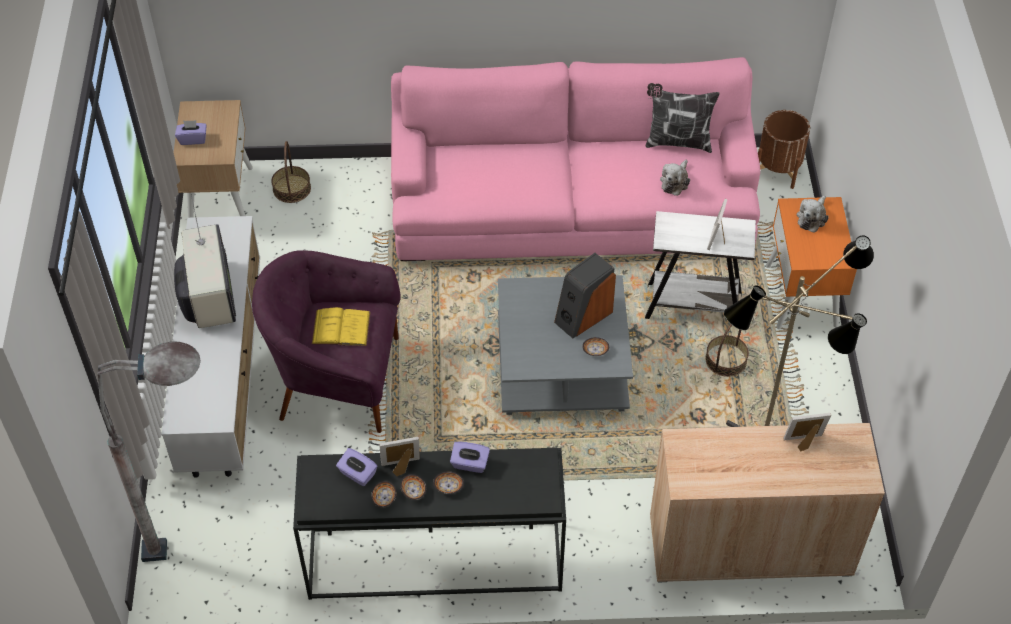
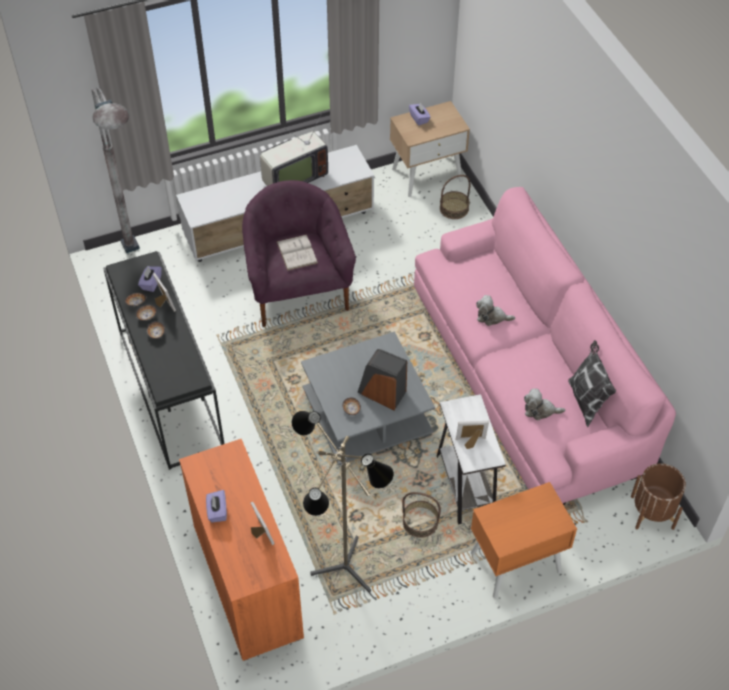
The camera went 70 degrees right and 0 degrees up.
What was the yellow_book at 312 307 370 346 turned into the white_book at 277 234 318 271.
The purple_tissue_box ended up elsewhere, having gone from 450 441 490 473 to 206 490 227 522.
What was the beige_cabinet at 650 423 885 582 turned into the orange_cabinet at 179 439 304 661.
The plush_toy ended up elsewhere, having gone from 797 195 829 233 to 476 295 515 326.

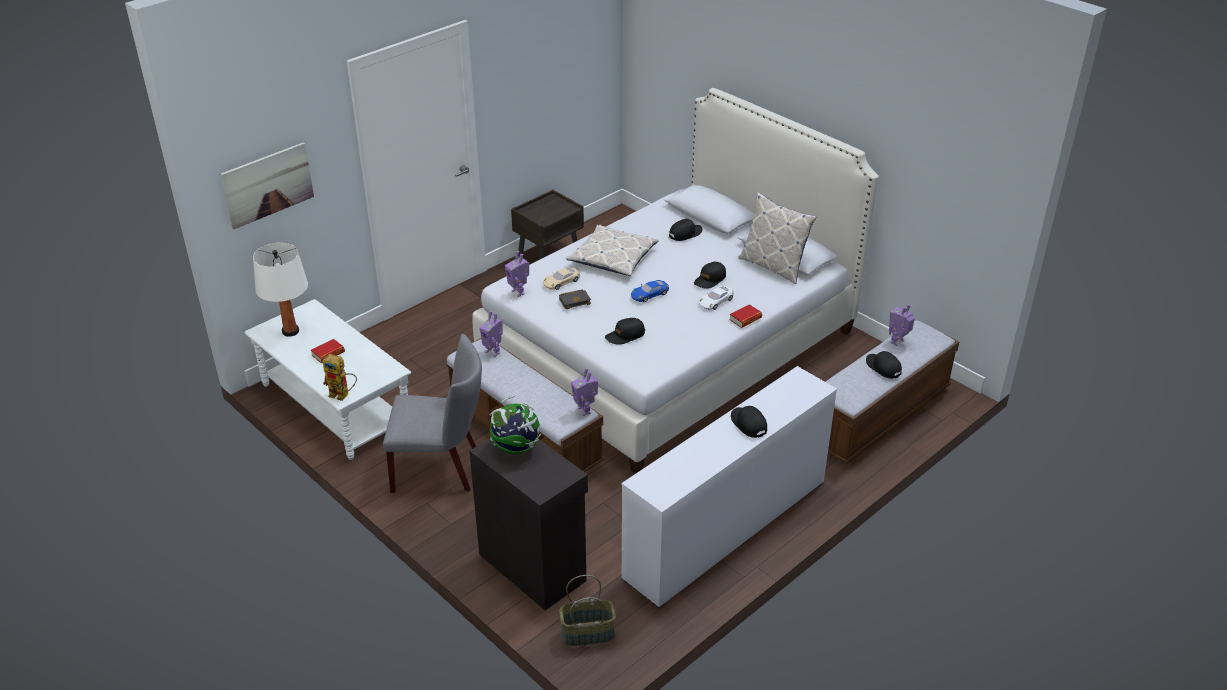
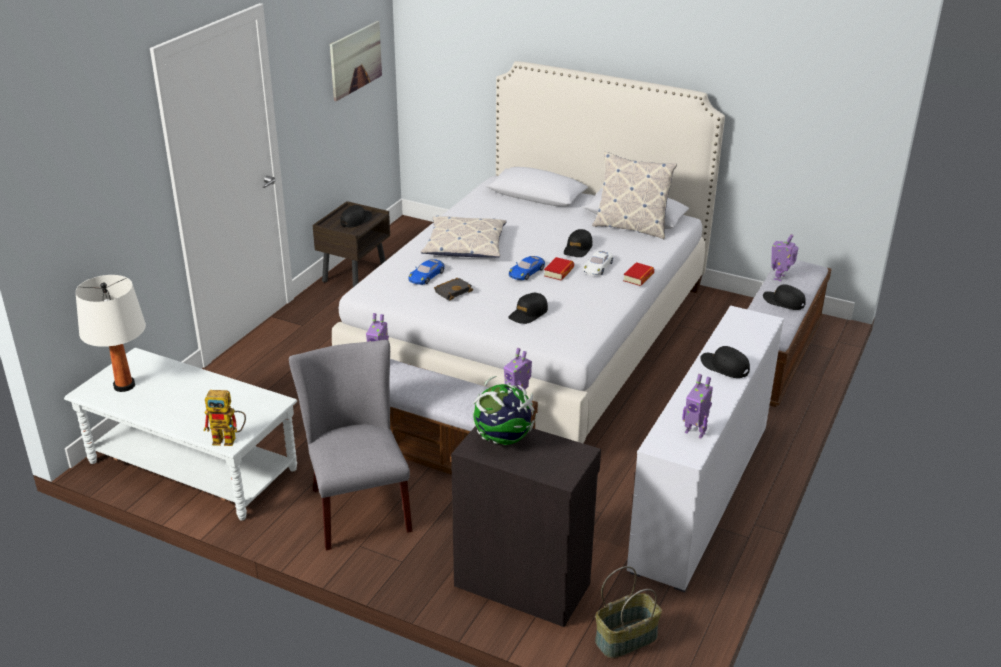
The camera went 20 degrees left and 5 degrees down.
The picture ended up elsewhere, having gone from 221 142 314 229 to 330 21 382 101.
The book ended up elsewhere, having gone from 311 339 345 364 to 544 257 574 280.
The grey_chair at 383 334 482 493 ended up facing another way, 90 degrees counterclockwise from before.
The toy_robot ended up elsewhere, having gone from 505 251 529 297 to 682 374 713 439.
What was the beige_toy_car at 543 267 580 290 turned into the blue_toy_car at 409 259 444 285.
The black_cap ended up elsewhere, having gone from 669 219 703 241 to 340 205 372 227.

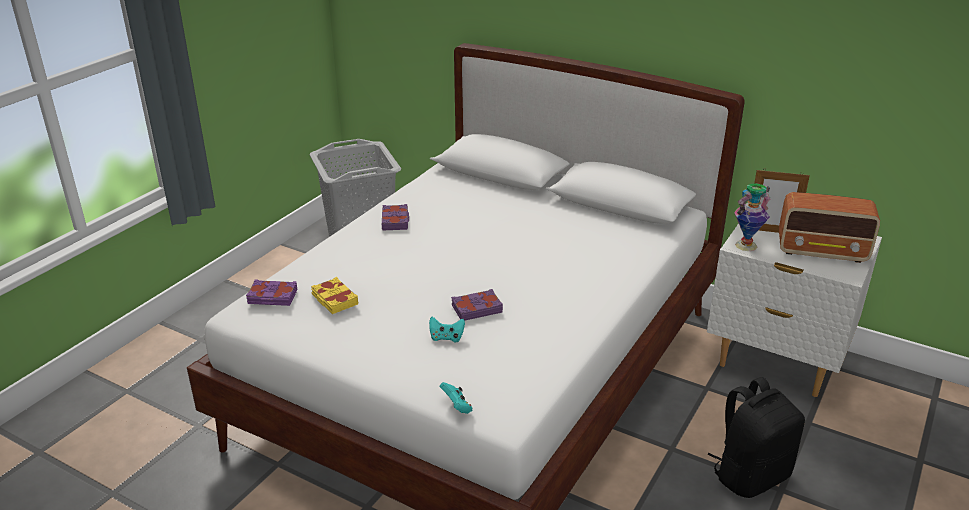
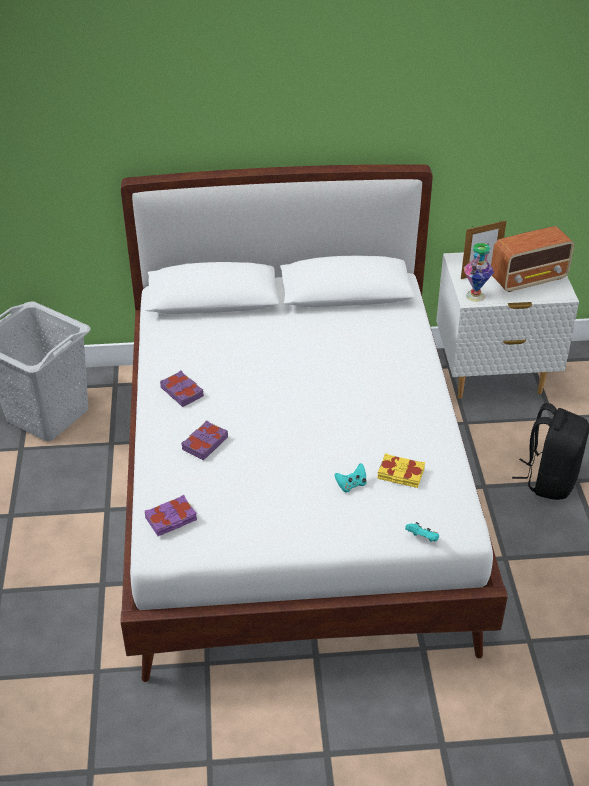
The camera went 35 degrees left and 10 degrees up.
The yellow_book ended up elsewhere, having gone from 311 277 358 314 to 377 453 425 488.
The purple_book ended up elsewhere, having gone from 452 289 503 320 to 181 420 228 461.

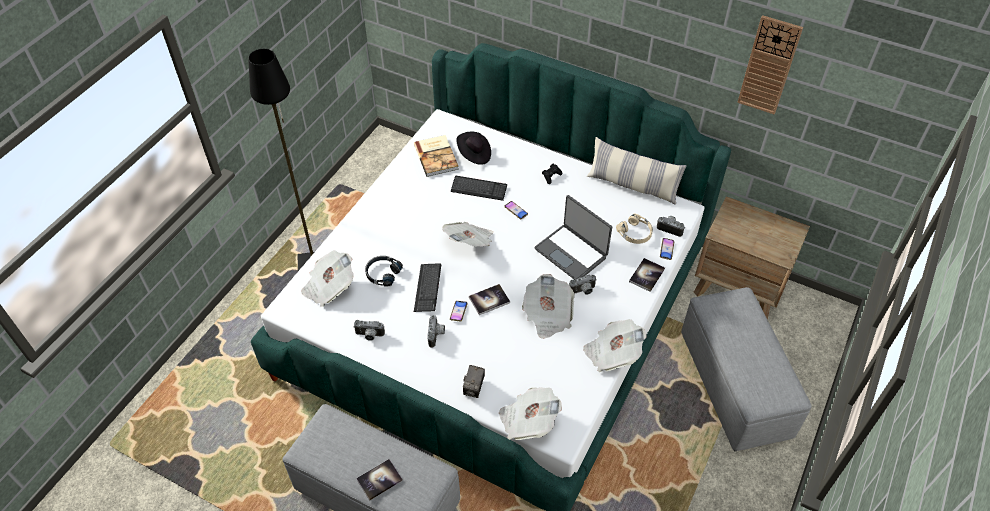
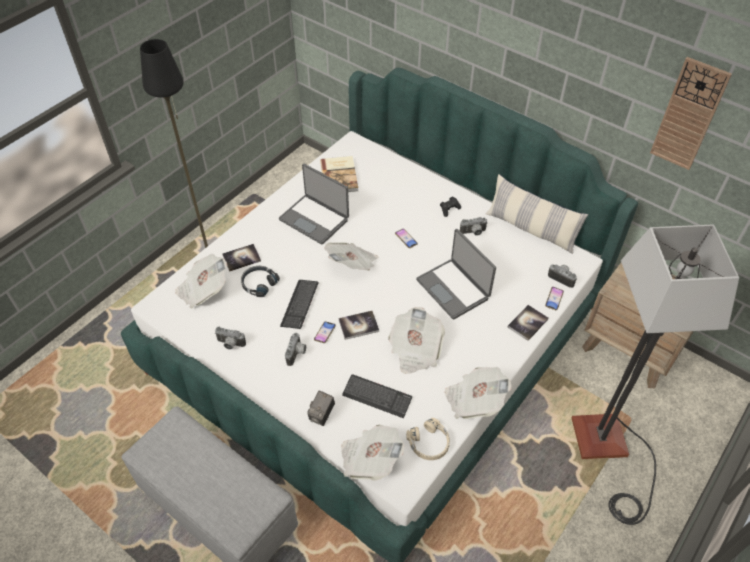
The camera went 10 degrees right and 0 degrees up.
The book ended up elsewhere, having gone from 356 459 403 501 to 222 244 261 272.
The keyboard ended up elsewhere, having gone from 451 176 507 201 to 342 374 412 418.
The second view lost the black_hat at 456 132 491 165.
The photo_camera ended up elsewhere, having gone from 569 275 597 295 to 460 217 487 236.
The beige_headphones ended up elsewhere, having gone from 616 214 653 244 to 406 418 450 460.
Where the grey_ottoman stood at 681 287 812 452, the floor_lamp came to stand at 572 224 739 525.
The second view gained the laptop at 279 164 349 244.

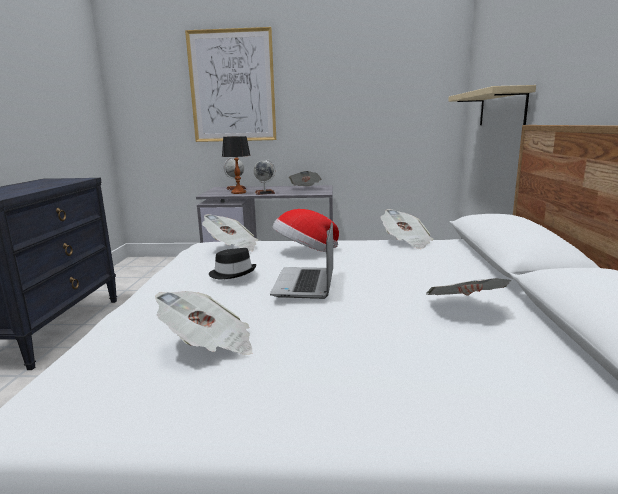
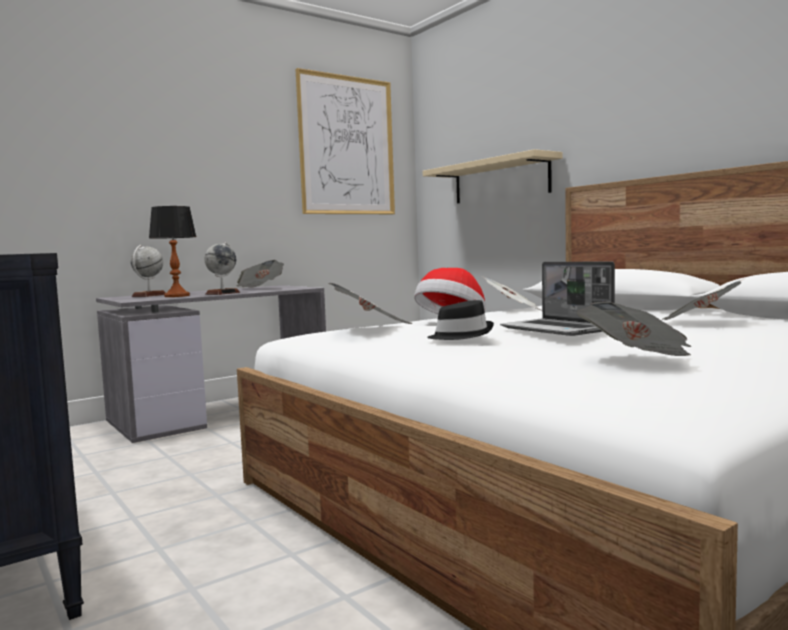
The camera went 40 degrees left and 10 degrees down.
The picture ended up elsewhere, having gone from 185 27 276 142 to 296 68 395 214.

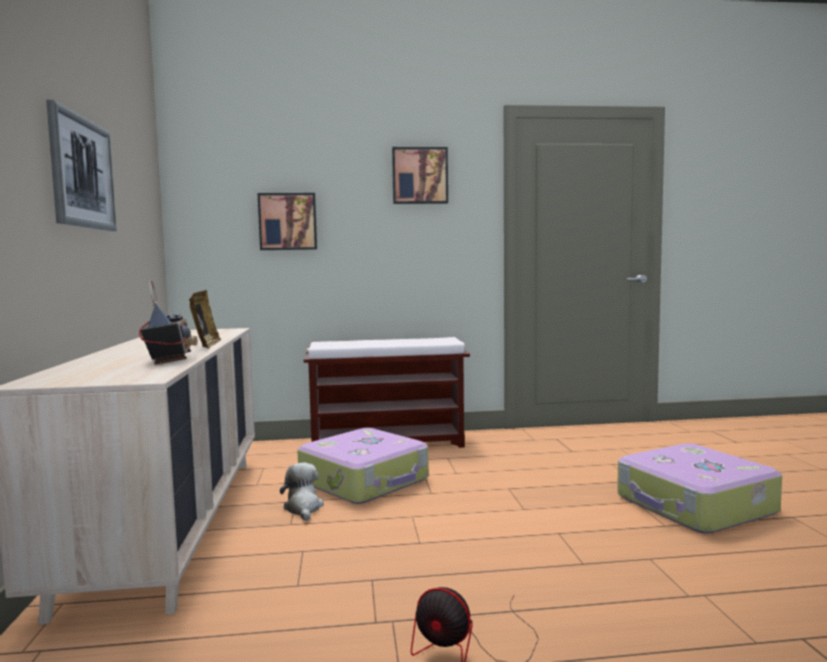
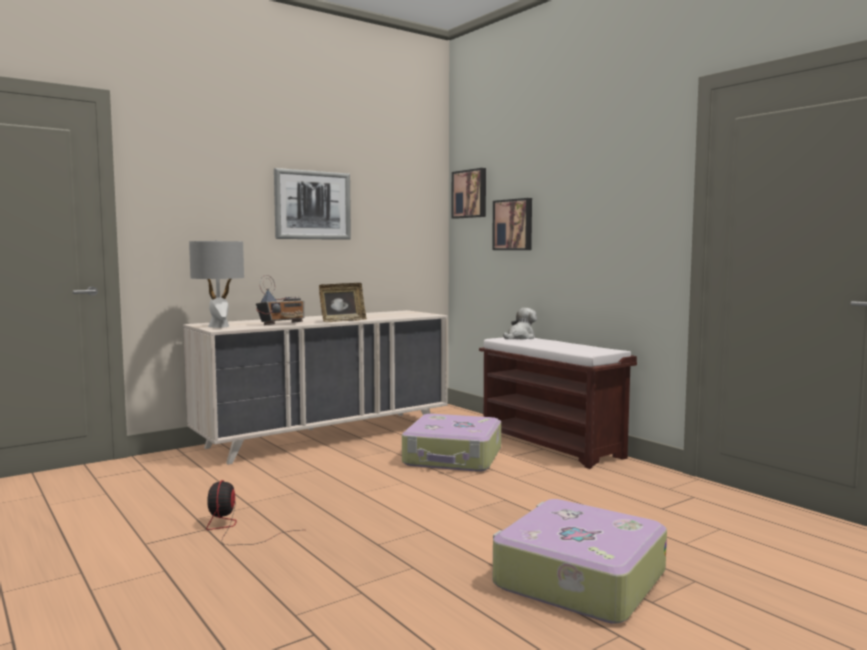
The camera went 60 degrees right and 0 degrees up.
The plush_toy ended up elsewhere, having gone from 280 463 324 521 to 503 308 537 339.
The picture ended up elsewhere, having gone from 392 147 448 204 to 452 168 486 219.
The second view gained the grey_table_lamp at 189 240 244 328.

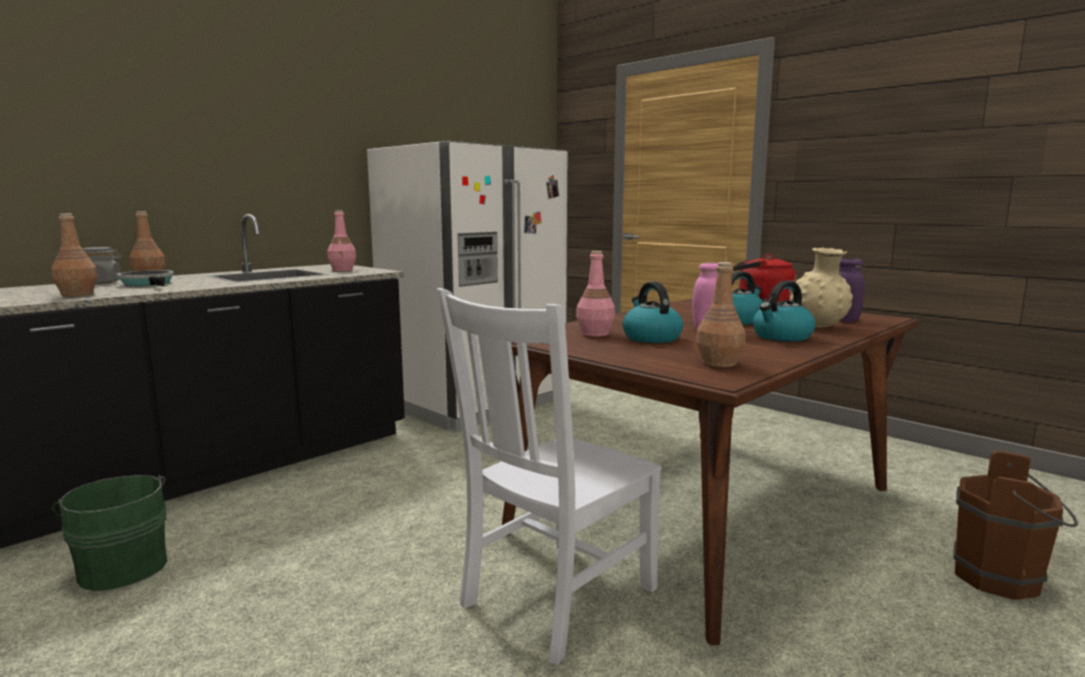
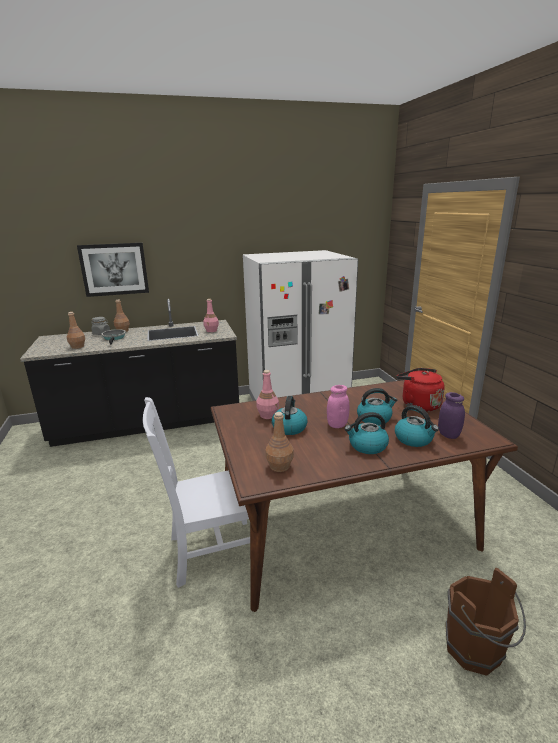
The camera went 30 degrees right and 10 degrees up.
The second view lost the green_bucket at 52 475 167 591.
Where the beige_vase stood at 790 248 853 327, the kettle came to stand at 395 405 439 447.
The second view gained the picture at 77 243 149 297.

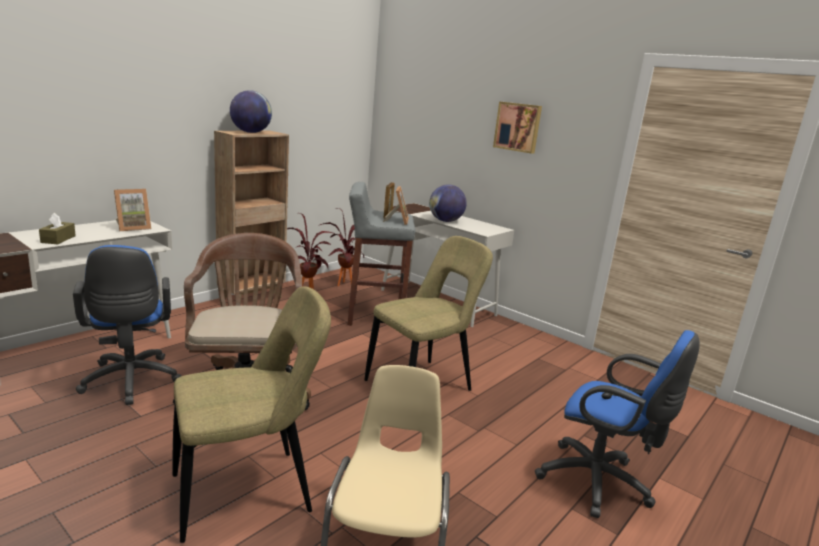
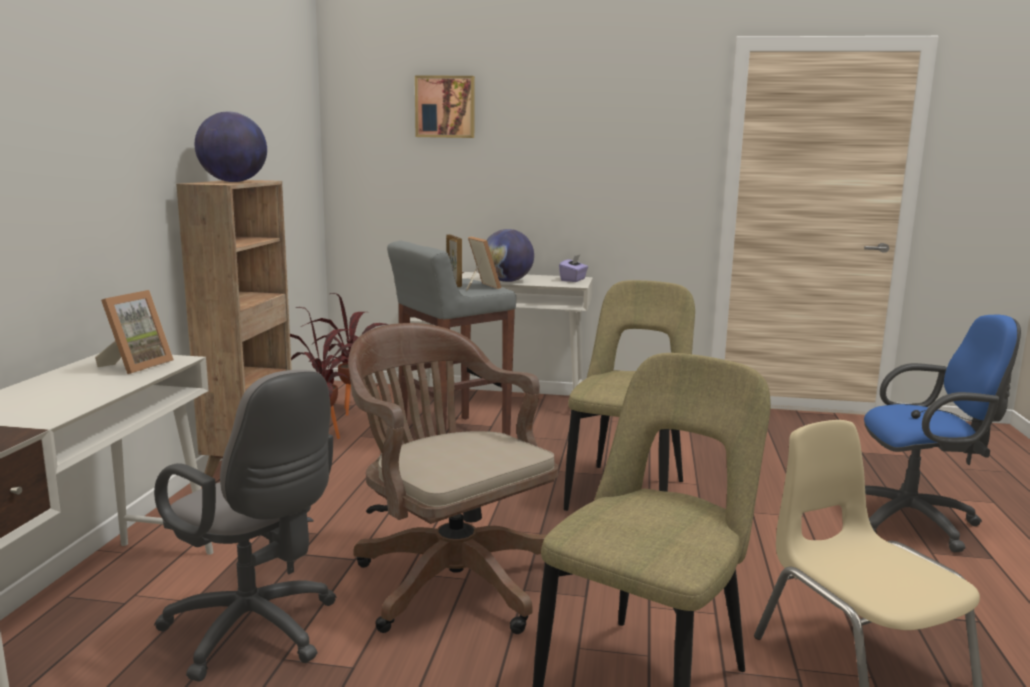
The camera went 30 degrees left and 5 degrees down.
The second view lost the brown_tissue_box at 39 213 76 244.
What was the blue_office_chair at 73 245 181 405 turned into the grey_office_chair at 154 370 337 682.
The picture ended up elsewhere, having gone from 493 101 542 154 to 415 76 475 138.
The second view gained the purple_tissue_box at 559 254 588 282.

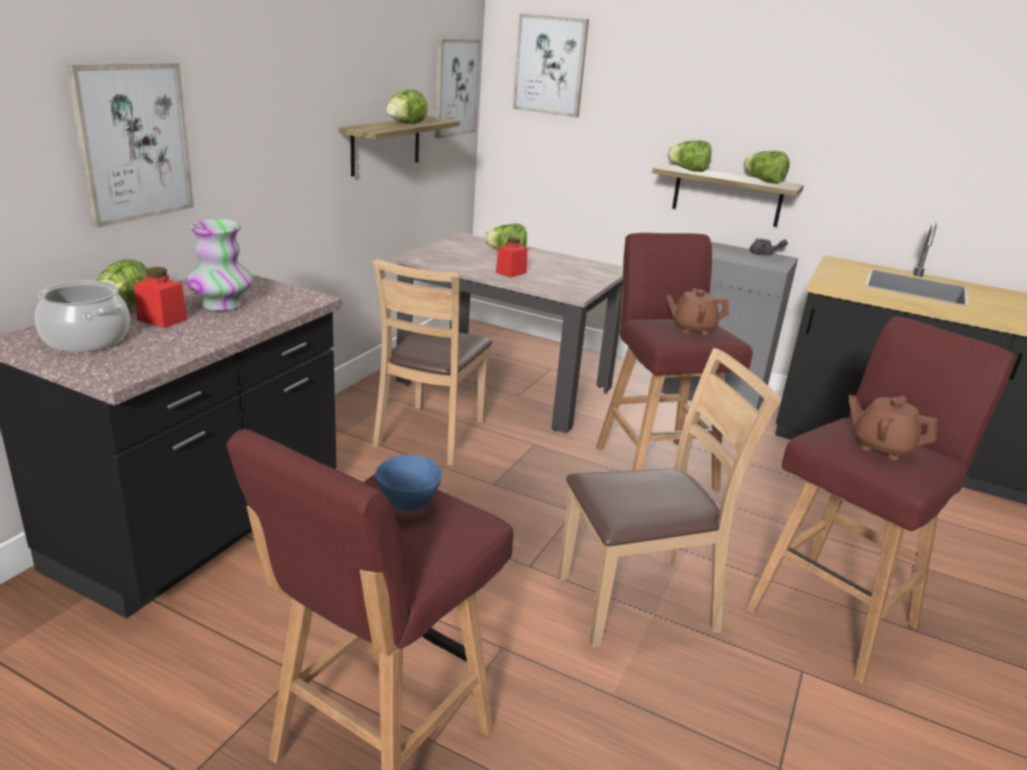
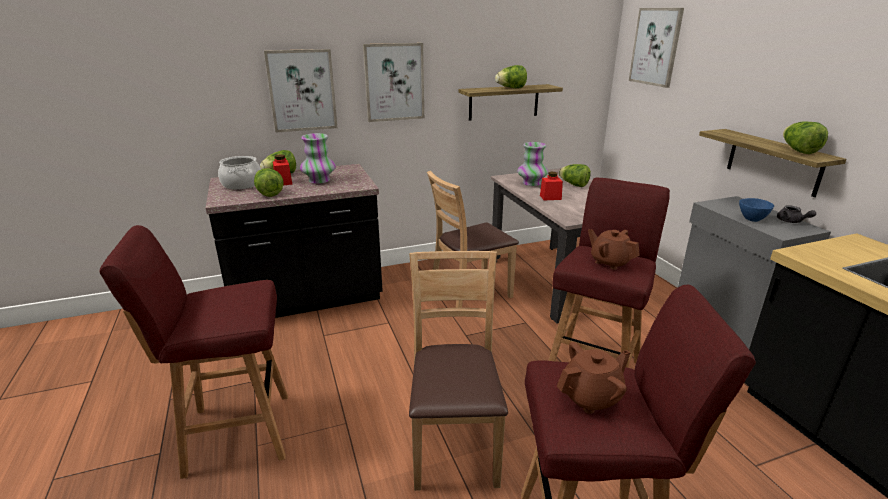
The camera went 45 degrees right and 0 degrees up.
The blue_bowl ended up elsewhere, having gone from 375 455 442 512 to 739 198 774 222.
The picture ended up elsewhere, having gone from 435 38 480 138 to 363 43 424 122.
The brown_chair at 558 348 781 648 ended up facing another way, 120 degrees counterclockwise from before.
The lettuce ended up elsewhere, having gone from 667 140 712 172 to 254 168 284 197.
The brown_teapot at 848 395 937 460 ended up facing another way, 75 degrees clockwise from before.
The second view gained the vase at 517 142 548 186.

